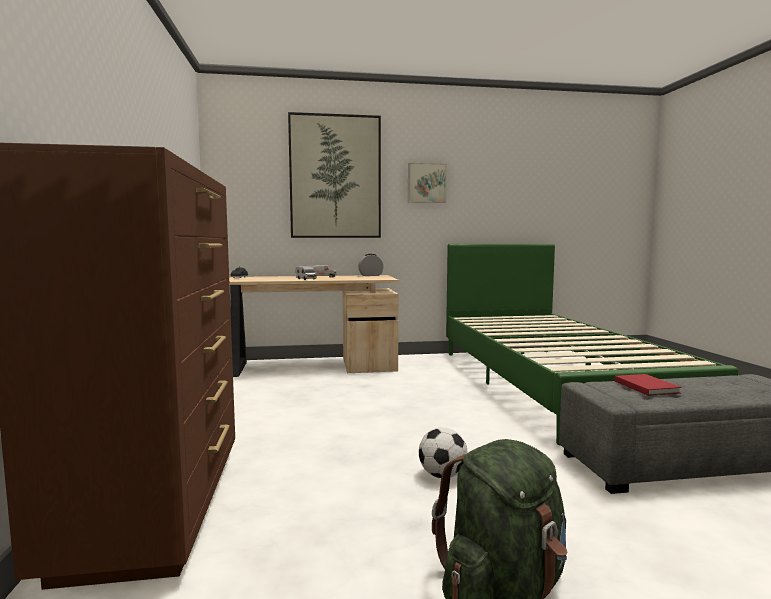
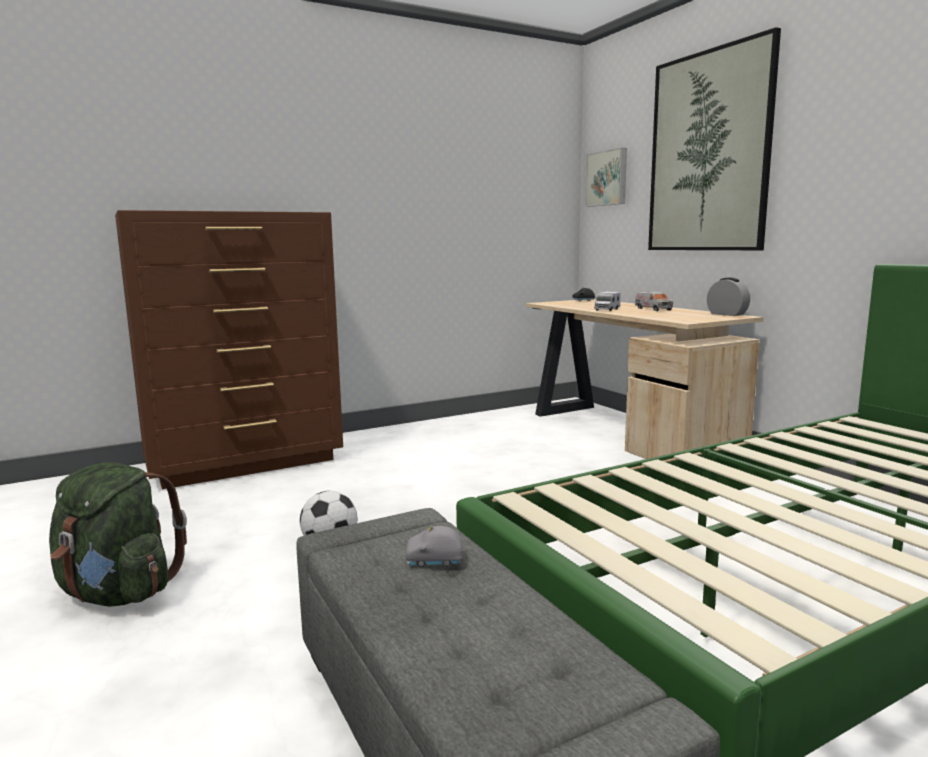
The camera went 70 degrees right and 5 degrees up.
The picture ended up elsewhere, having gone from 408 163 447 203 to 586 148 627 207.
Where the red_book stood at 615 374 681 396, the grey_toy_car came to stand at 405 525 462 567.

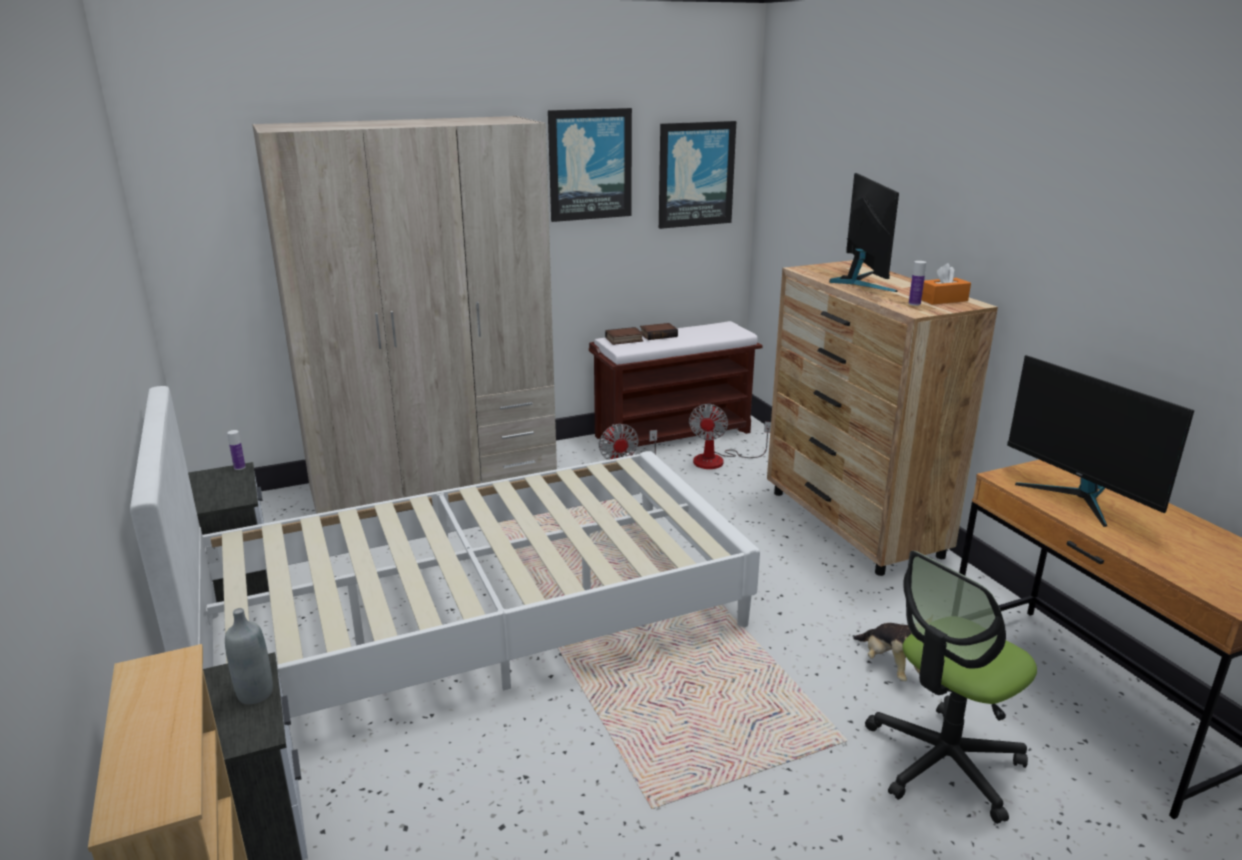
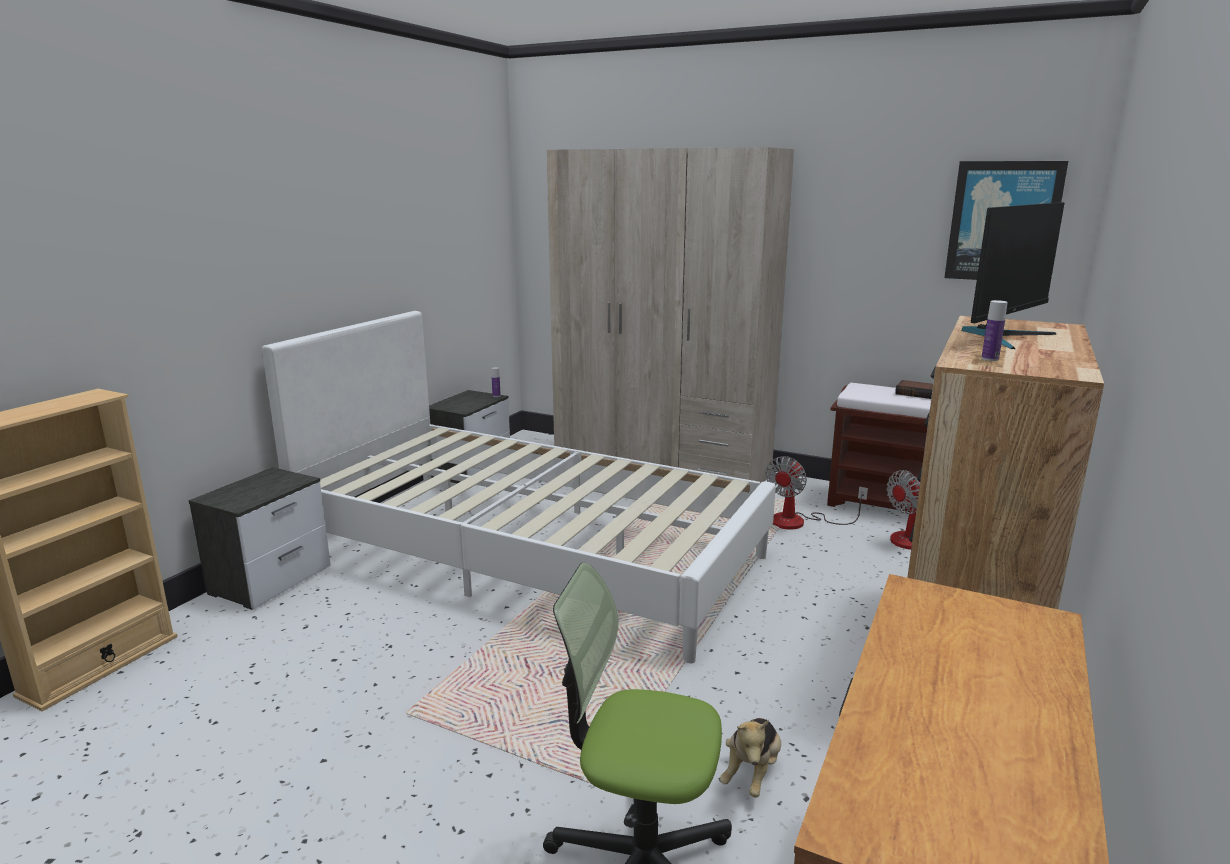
The camera went 50 degrees right and 5 degrees down.
The second view lost the grey_bottle at 225 608 273 704.
The second view lost the picture at 548 108 632 222.
The second view lost the book at 605 327 643 345.
The second view lost the orange_tissue_box at 922 263 971 305.
The second view lost the monitor at 1007 355 1194 527.

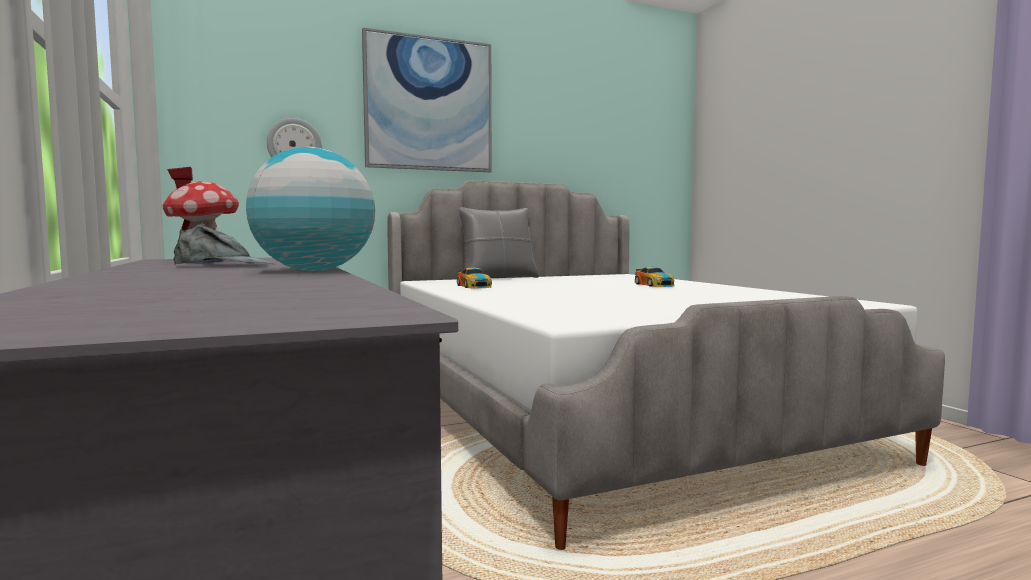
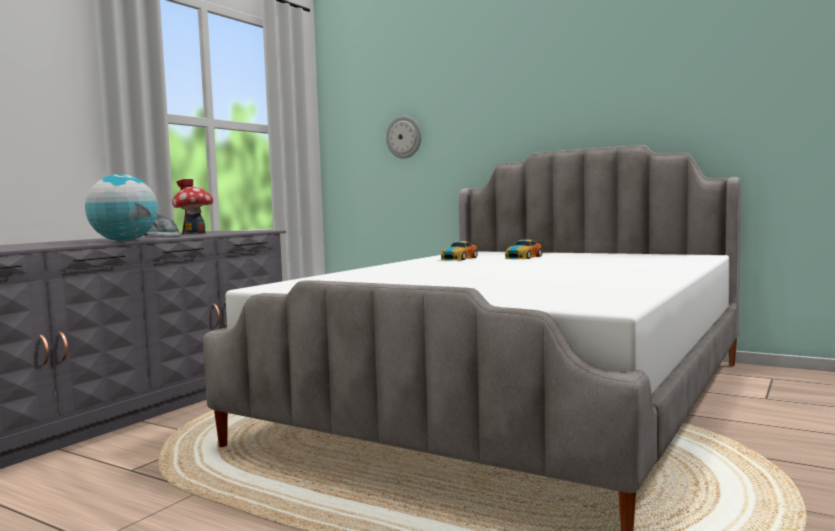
The camera went 55 degrees right and 0 degrees up.
The second view lost the picture at 362 28 492 172.
The second view lost the grey_pillow at 459 207 539 278.
The toy_car ended up elsewhere, having gone from 635 267 674 287 to 505 239 542 259.

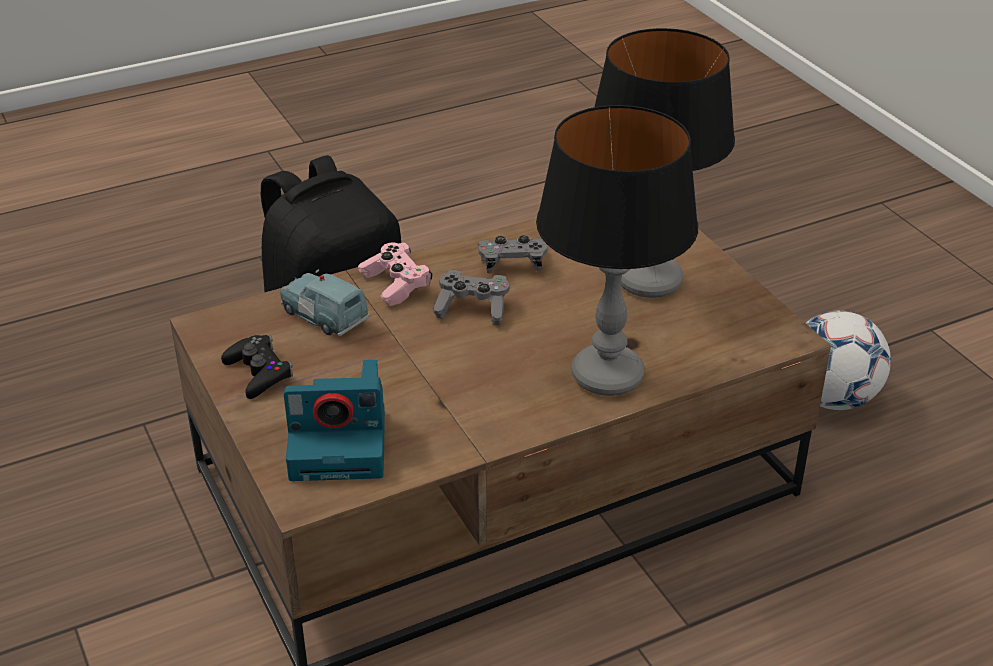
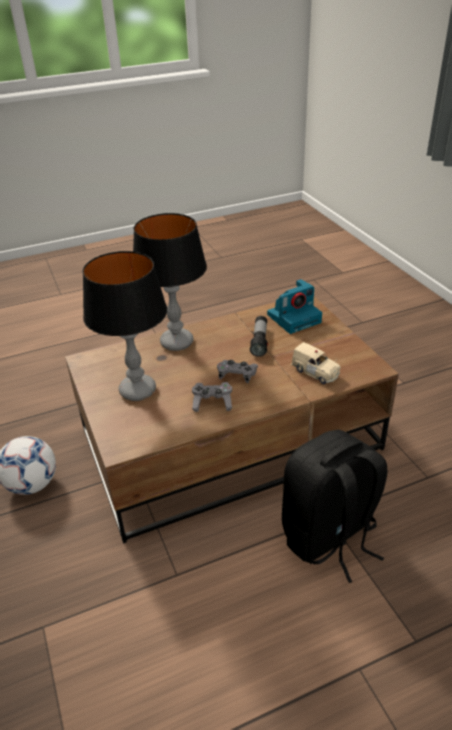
The camera went 175 degrees left and 0 degrees up.
The second view lost the black_game_controller at 221 335 293 399.
What was the blue_toy_car at 280 269 369 336 turned into the beige_toy_car at 291 342 341 384.
The photo_camera at 284 360 385 481 ended up facing another way, 150 degrees clockwise from before.
The second view lost the pink_game_controller at 358 242 432 306.
The second view gained the flashlight at 250 316 268 357.

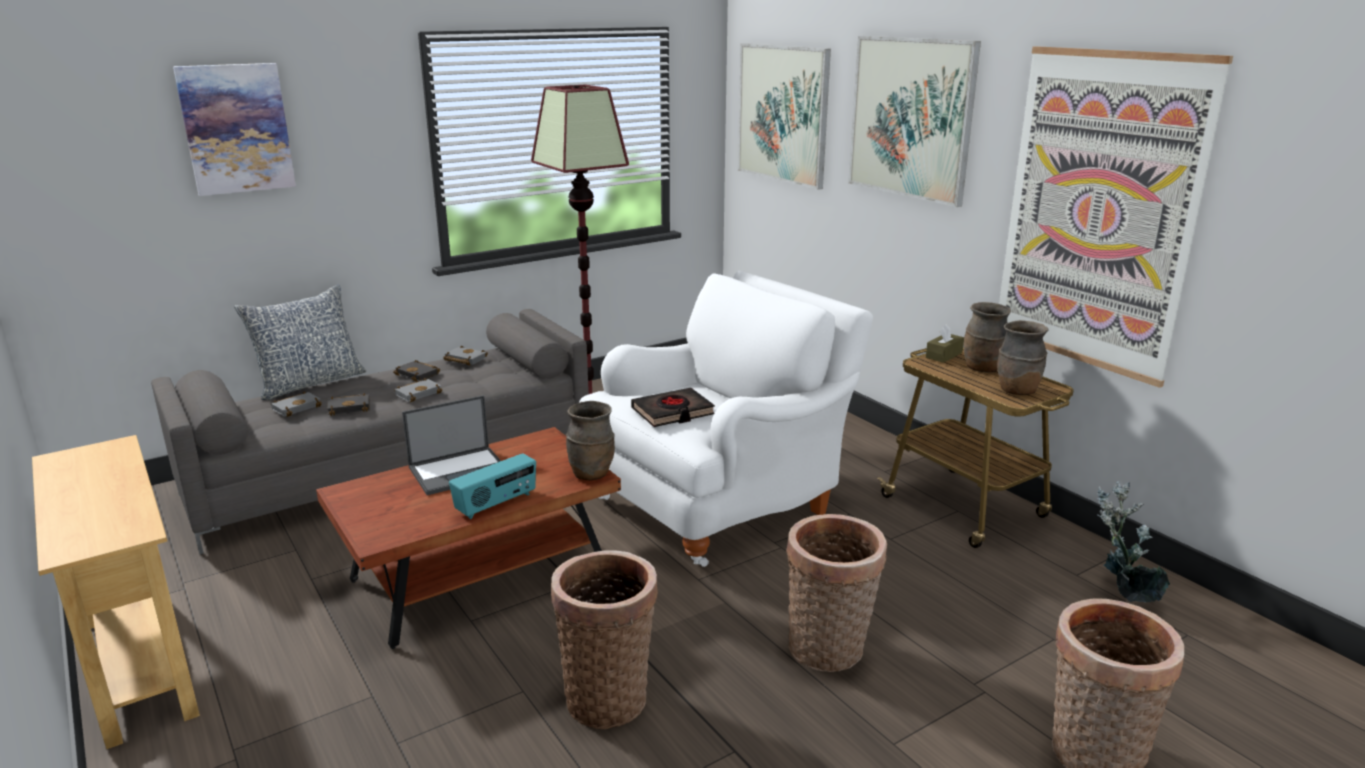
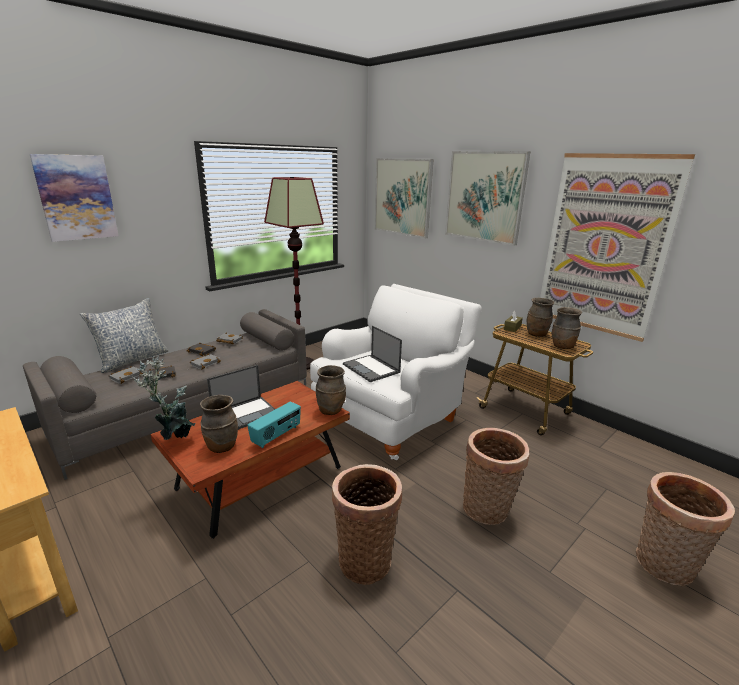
The camera went 10 degrees left and 0 degrees up.
Where the black_book stood at 631 388 715 427, the laptop came to stand at 343 326 402 382.
The potted_plant ended up elsewhere, having gone from 1096 481 1170 603 to 132 356 195 440.
The second view gained the brown_vase at 200 395 238 453.

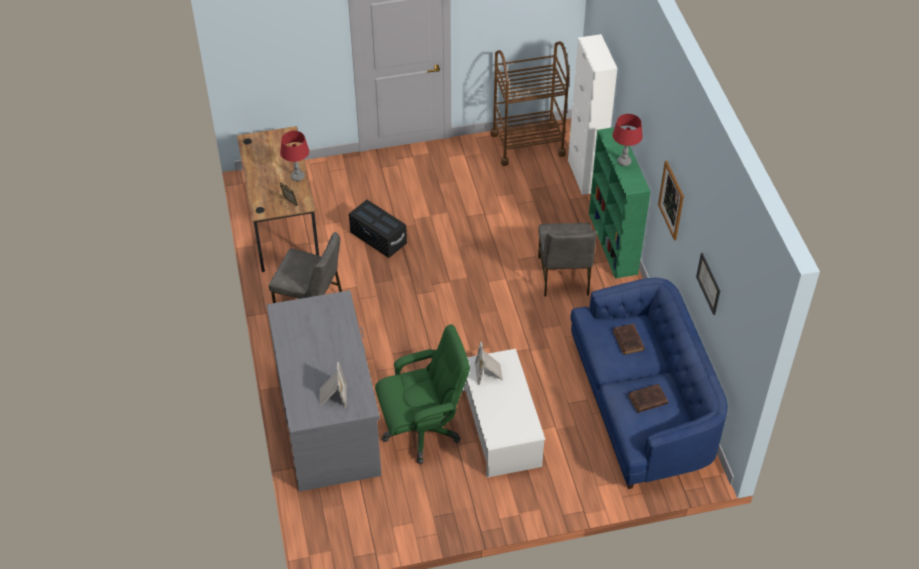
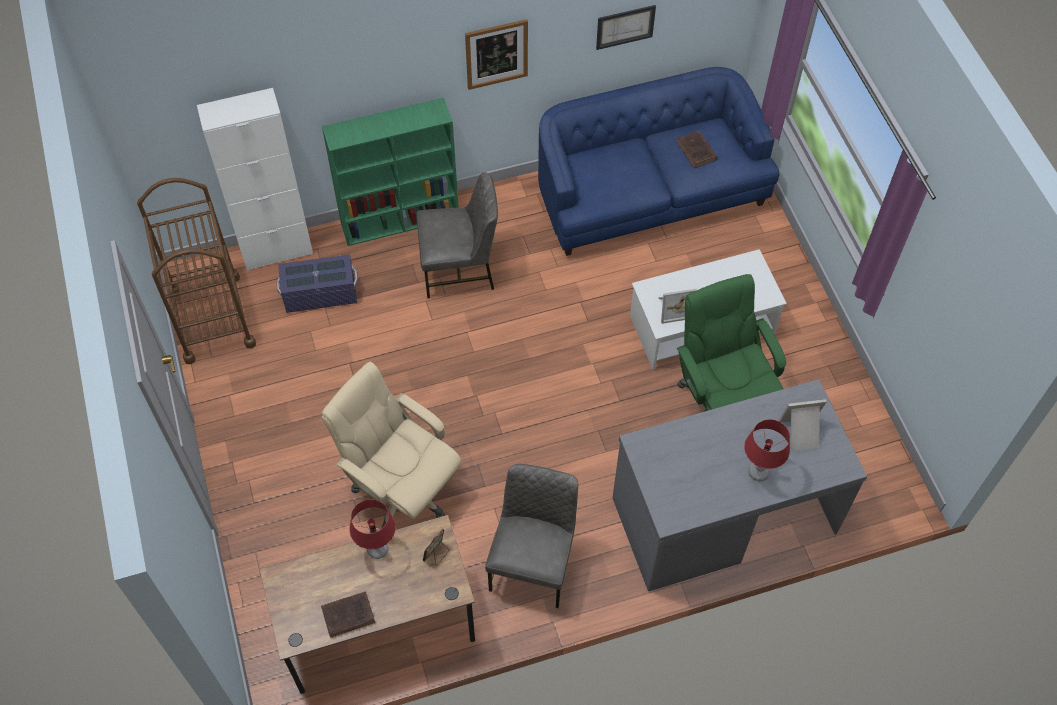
The camera went 95 degrees left and 10 degrees up.
Where the black_storage_box stood at 349 200 407 258, the beige_office_chair came to stand at 321 362 462 528.
The red_table_lamp ended up elsewhere, having gone from 612 114 643 166 to 744 419 790 481.
The brown_book ended up elsewhere, having gone from 613 324 645 355 to 321 591 375 638.
The second view gained the purple_storage_box at 277 255 358 313.

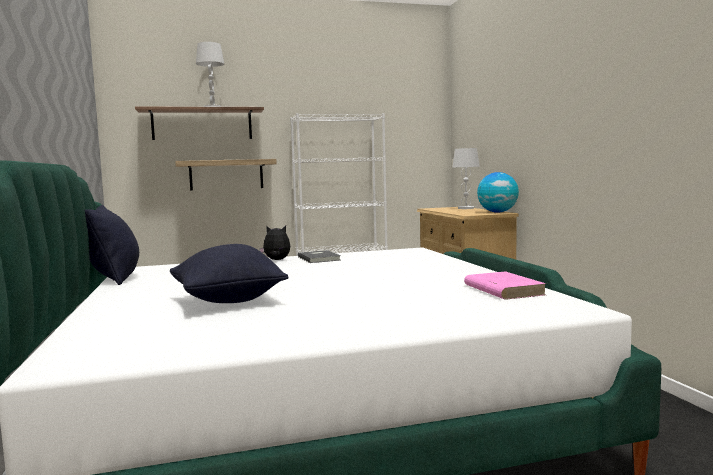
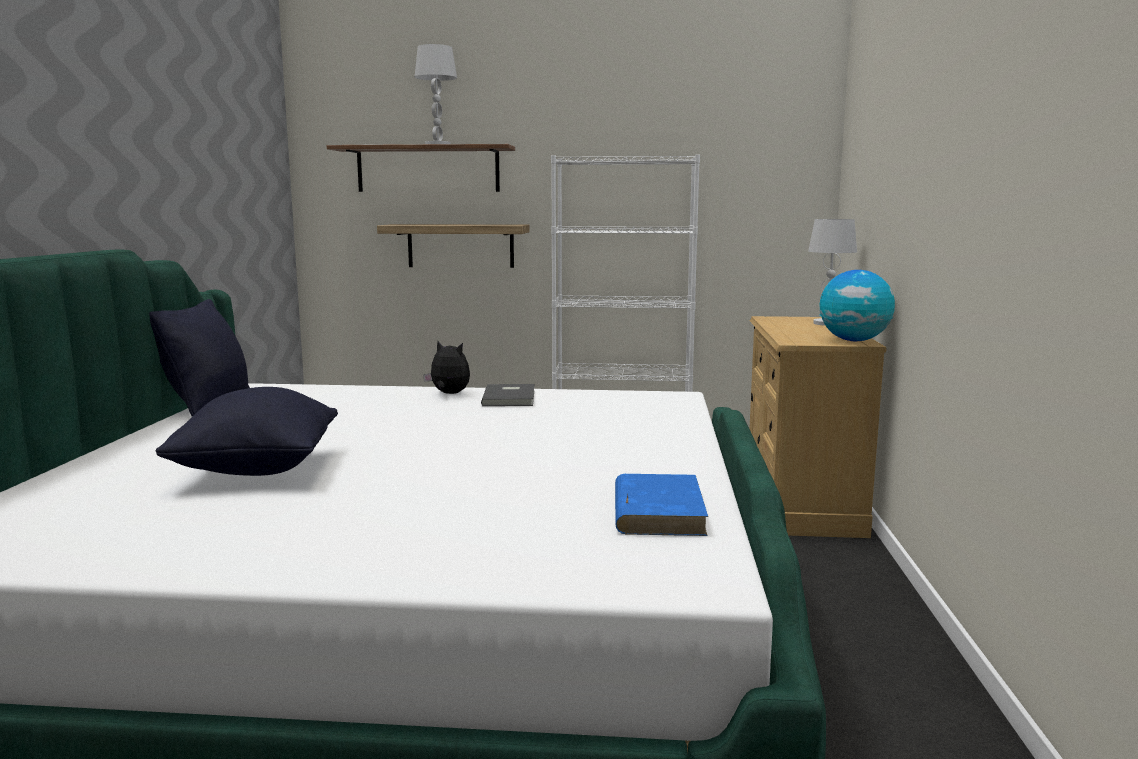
The camera went 20 degrees right and 5 degrees up.
What was the pink_book at 464 271 546 300 turned into the blue_book at 615 474 708 536.

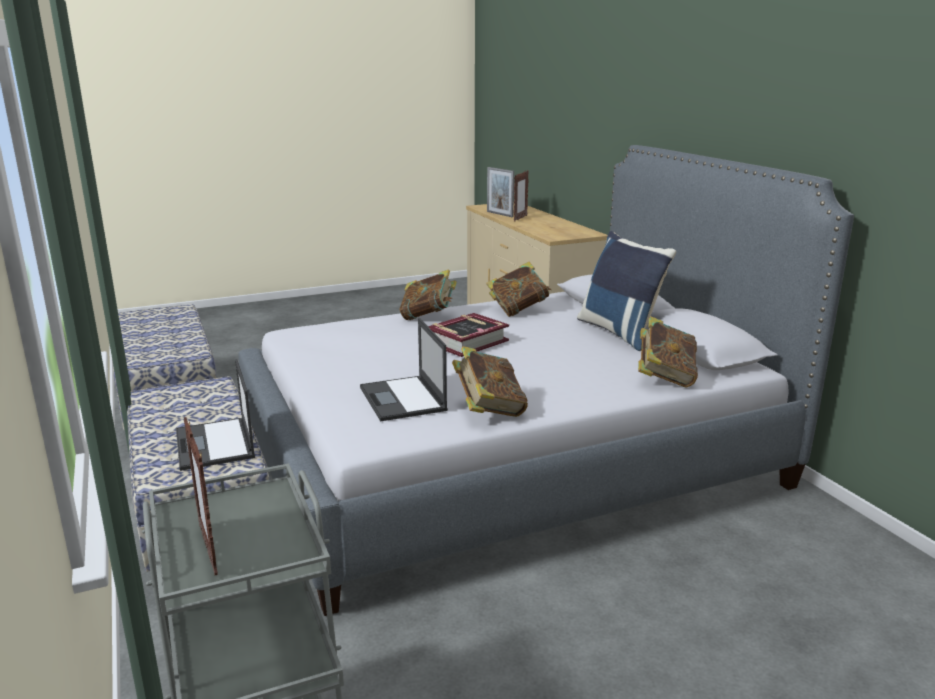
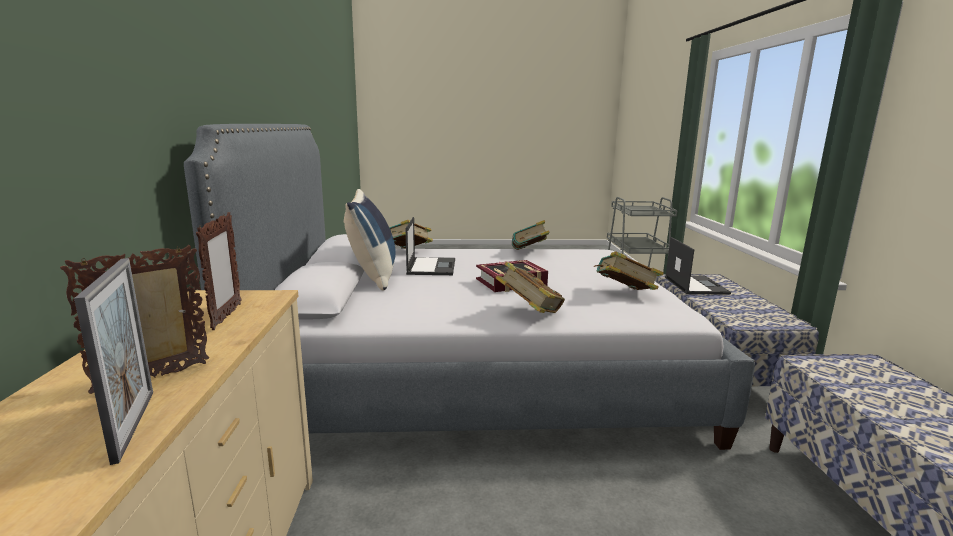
The camera went 160 degrees left and 5 degrees down.
The picture_frame ended up elsewhere, having gone from 184 417 218 575 to 196 212 242 330.
The laptop ended up elsewhere, having gone from 360 318 448 421 to 406 217 455 275.
The book ended up elsewhere, having gone from 486 262 552 317 to 594 251 664 290.

